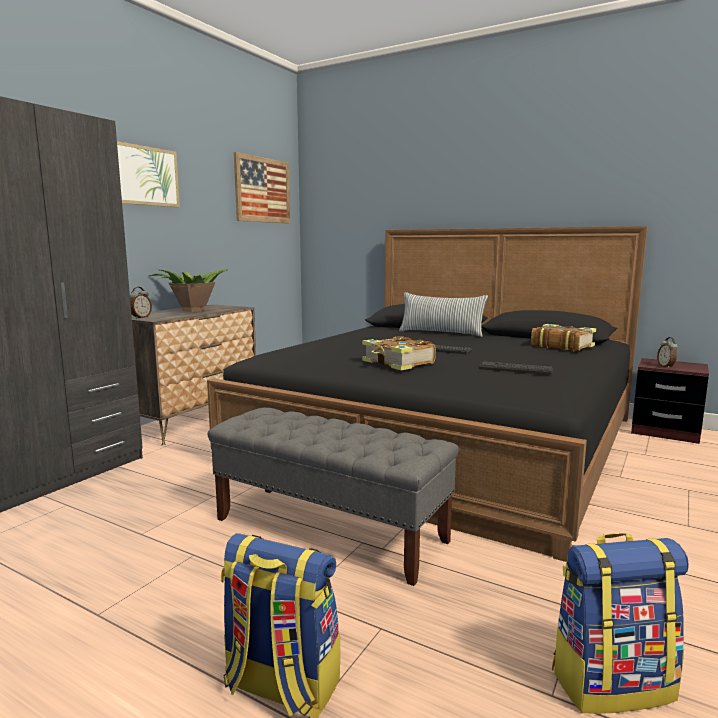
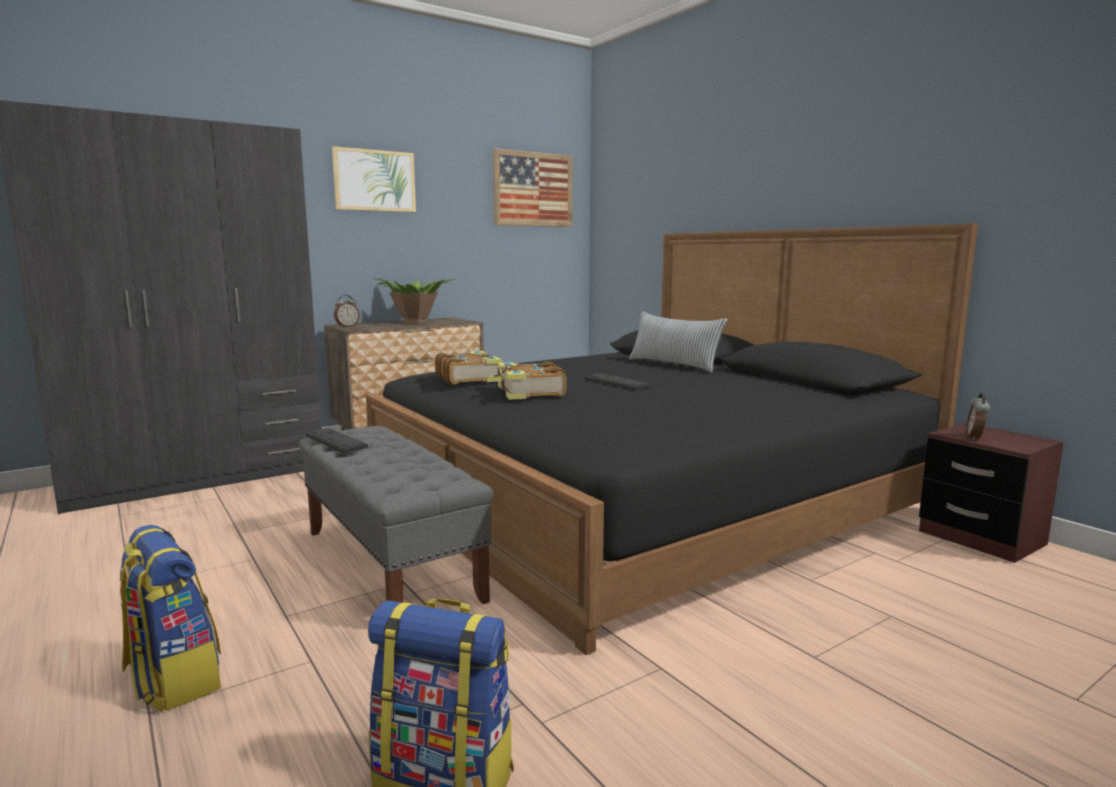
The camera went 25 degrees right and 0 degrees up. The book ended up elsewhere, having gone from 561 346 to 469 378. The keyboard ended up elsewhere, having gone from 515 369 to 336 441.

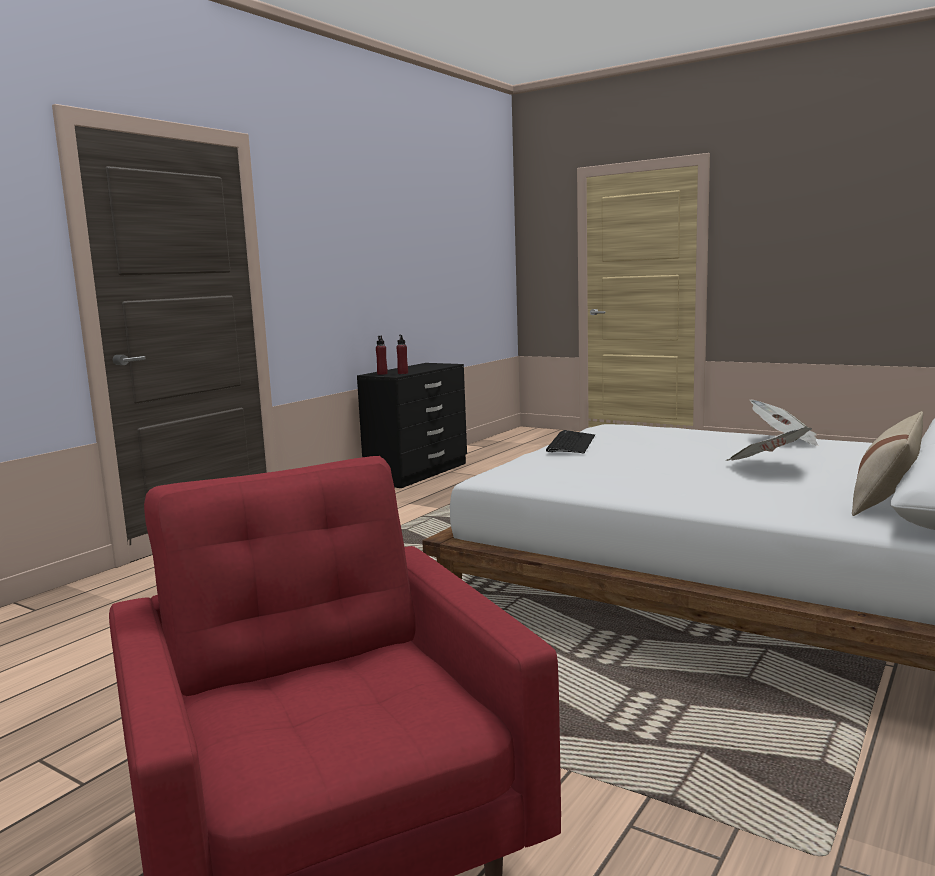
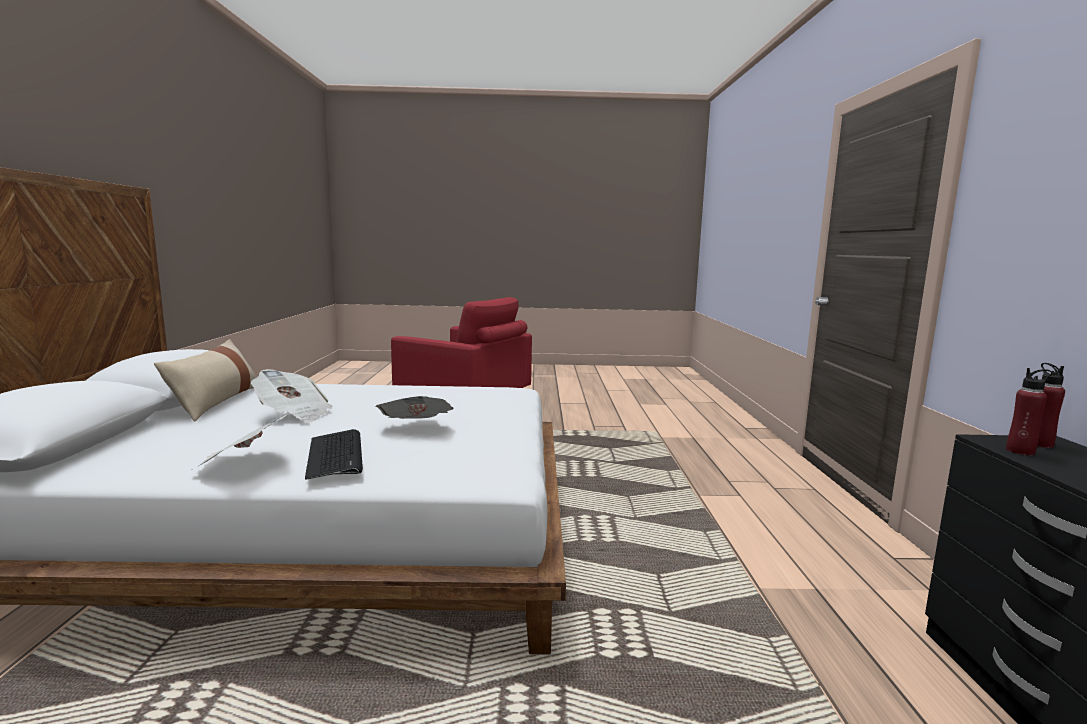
The camera went 145 degrees right and 0 degrees up. The keyboard ended up elsewhere, having gone from 570 444 to 336 455. The second view gained the newspaper at 416 429.

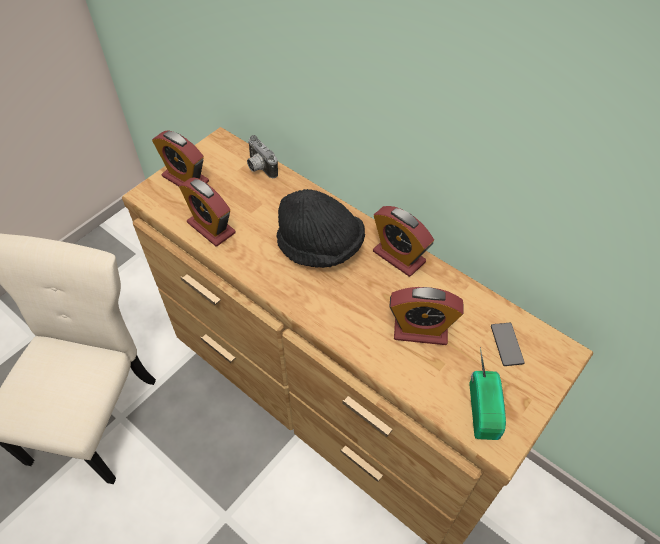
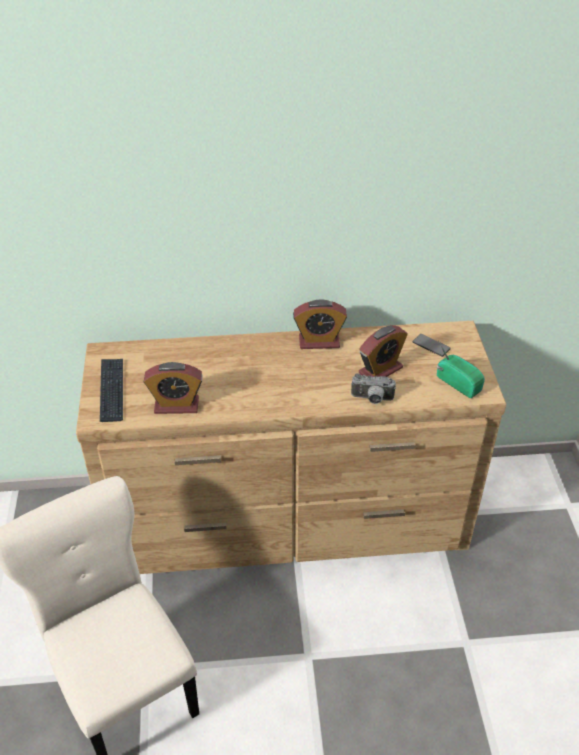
The camera went 45 degrees left and 10 degrees down. Where the alarm clock stood at 185 179, the keyboard came to stand at 112 390. The photo camera ended up elsewhere, having gone from 259 168 to 372 399. The second view lost the black hat at 320 247.

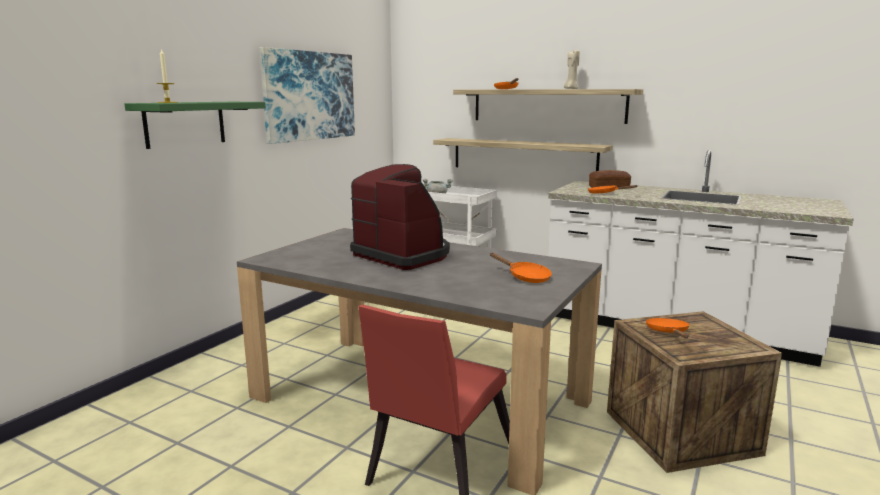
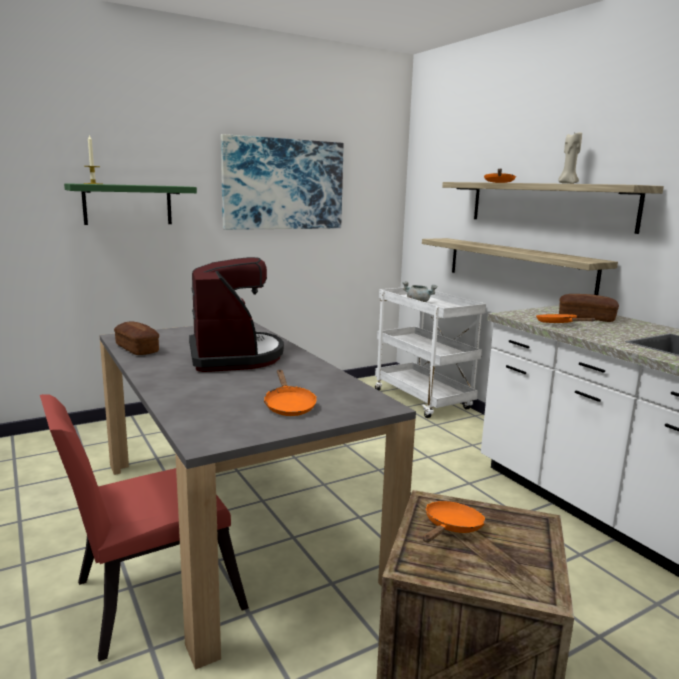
The camera went 30 degrees right and 0 degrees up. The second view gained the bread at 137 349.

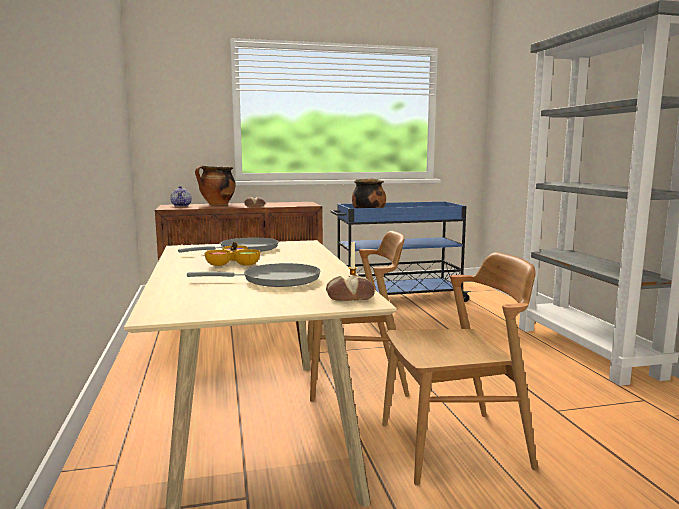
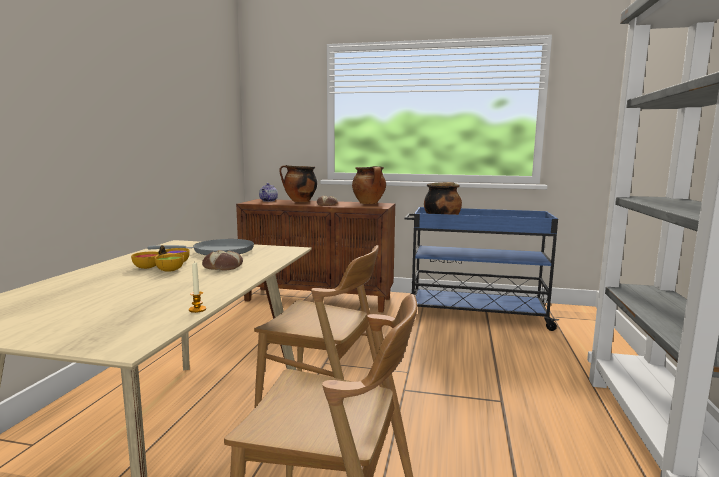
The camera went 25 degrees right and 0 degrees up. The second view lost the grey frying pan at 275 280. The bread ended up elsewhere, having gone from 349 296 to 223 266. The second view gained the cooking pot at 369 203.

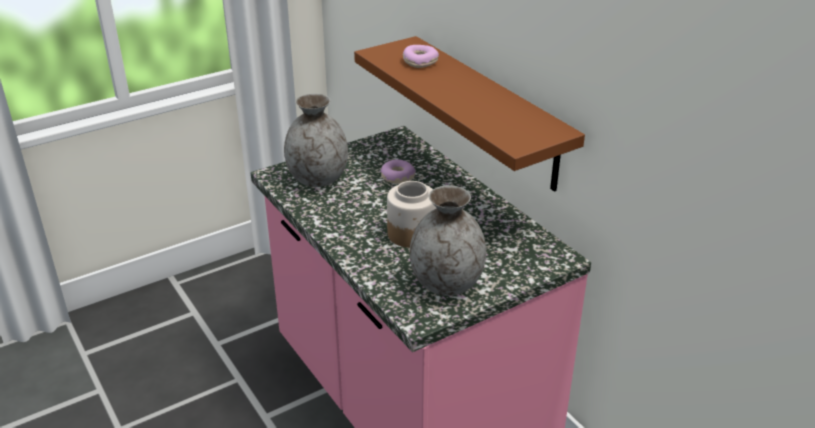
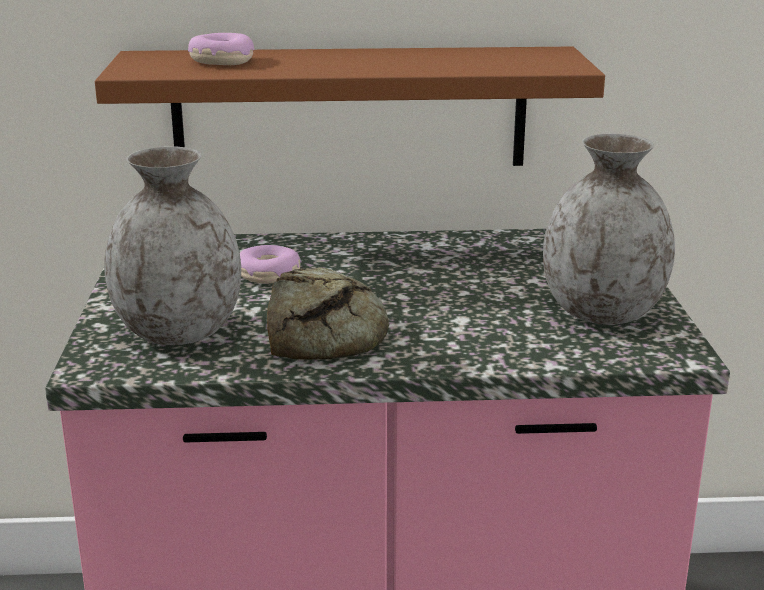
The camera went 60 degrees left and 10 degrees down. The second view lost the jar at 411 234. The second view gained the bread at 325 331.

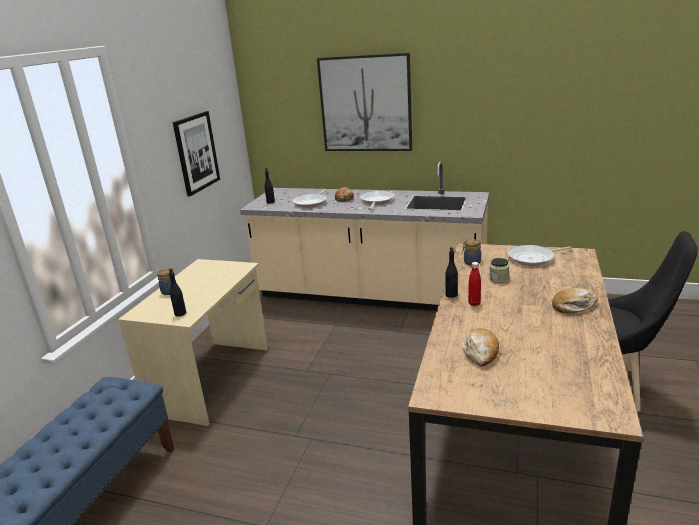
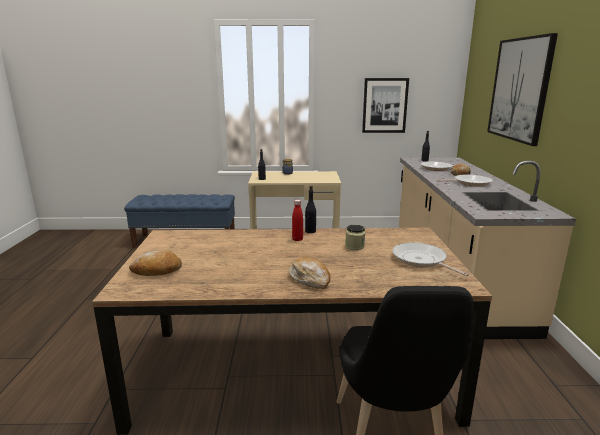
The camera went 70 degrees right and 5 degrees down. The second view lost the jar at 471 262. The bread ended up elsewhere, having gone from 480 352 to 157 270.

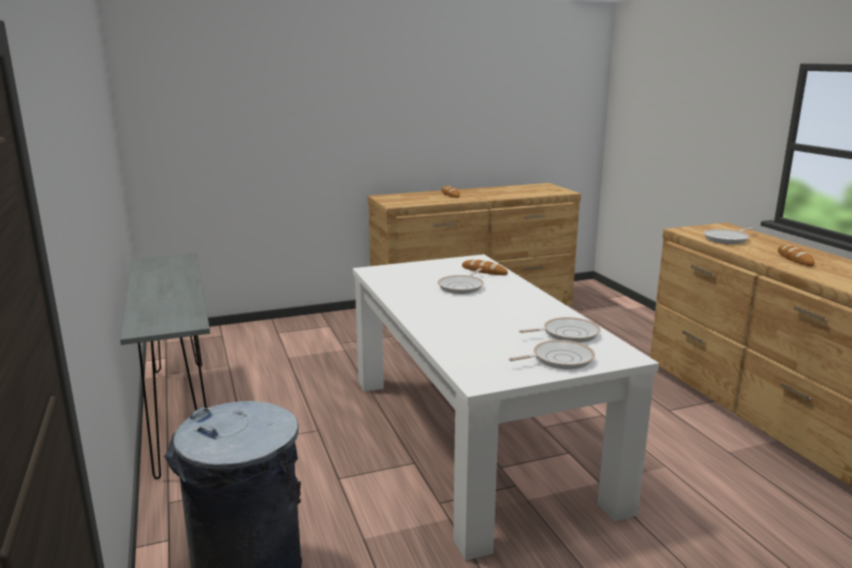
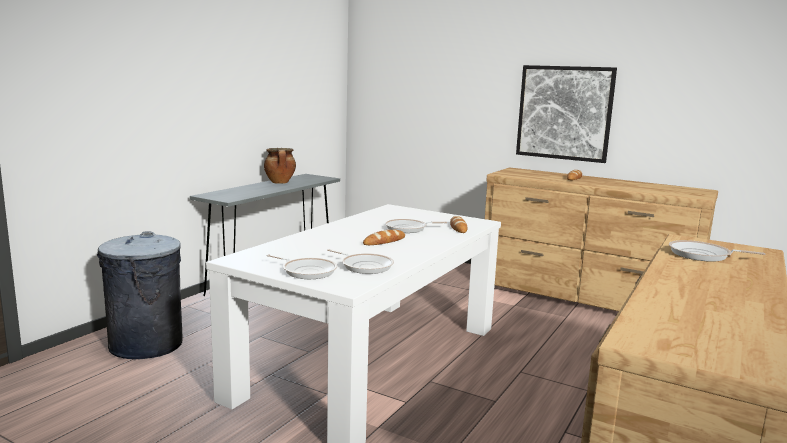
The camera went 50 degrees right and 5 degrees down. The bread ended up elsewhere, having gone from 794 259 to 384 241. The second view gained the picture at 564 113. The second view gained the cooking pot at 280 182.

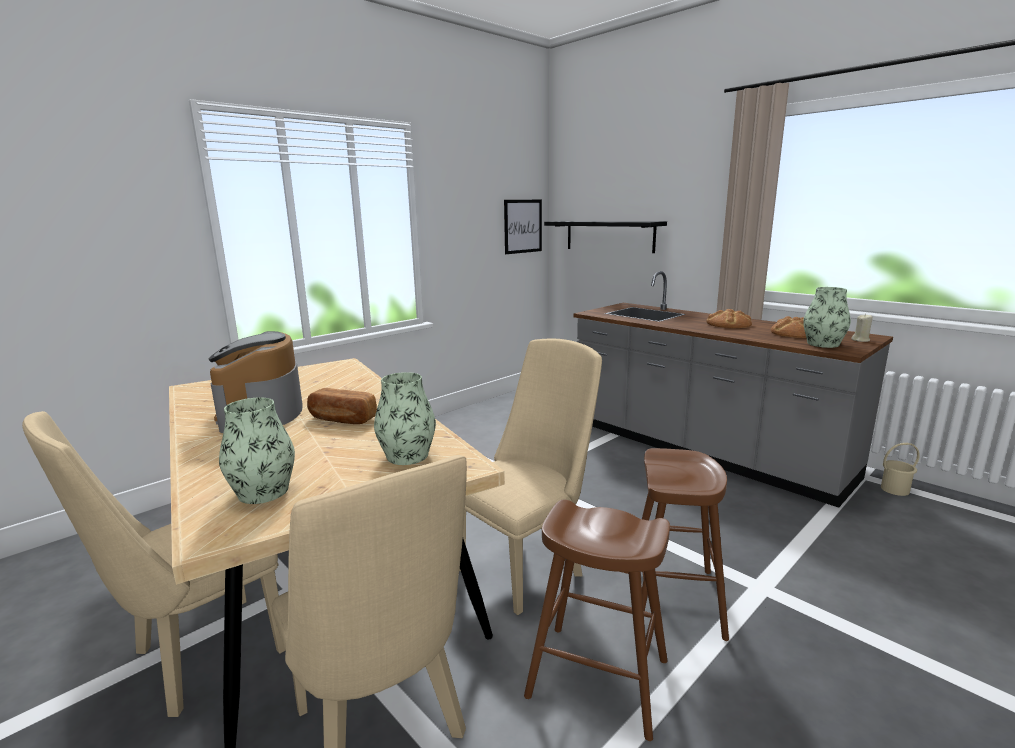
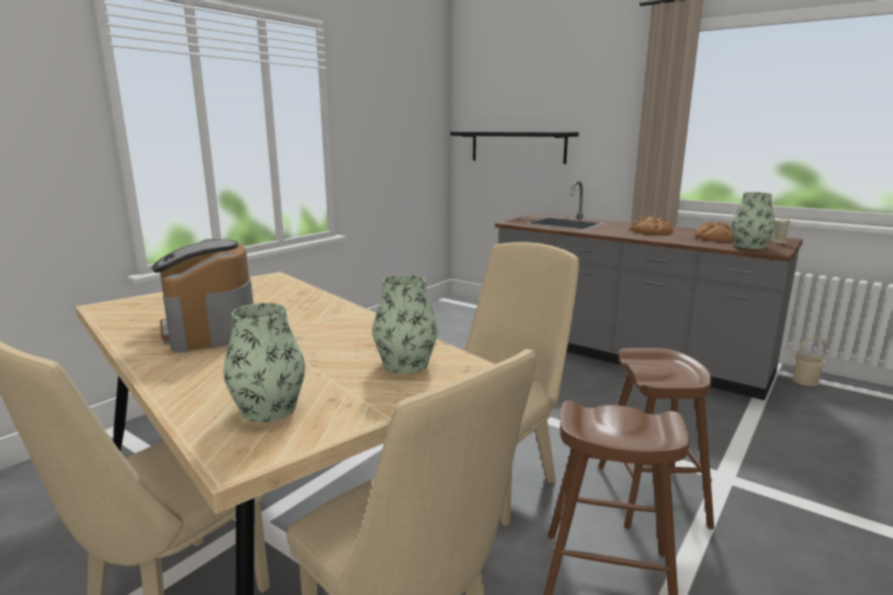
The camera went 10 degrees left and 0 degrees up. The second view lost the picture at 523 226. The second view lost the bread at 342 419.

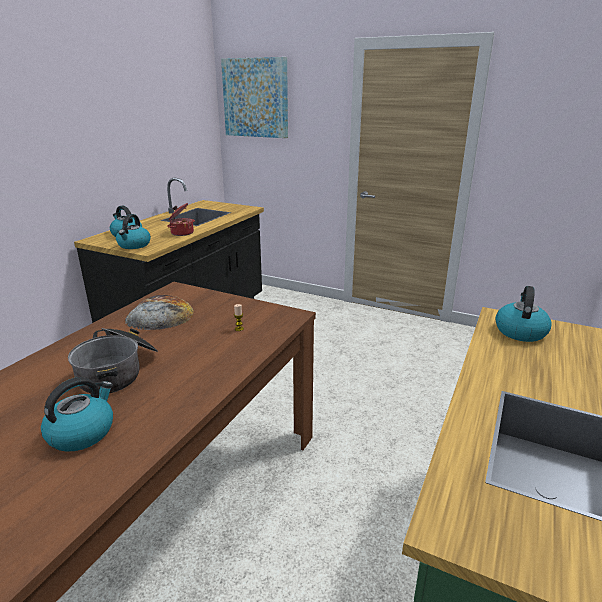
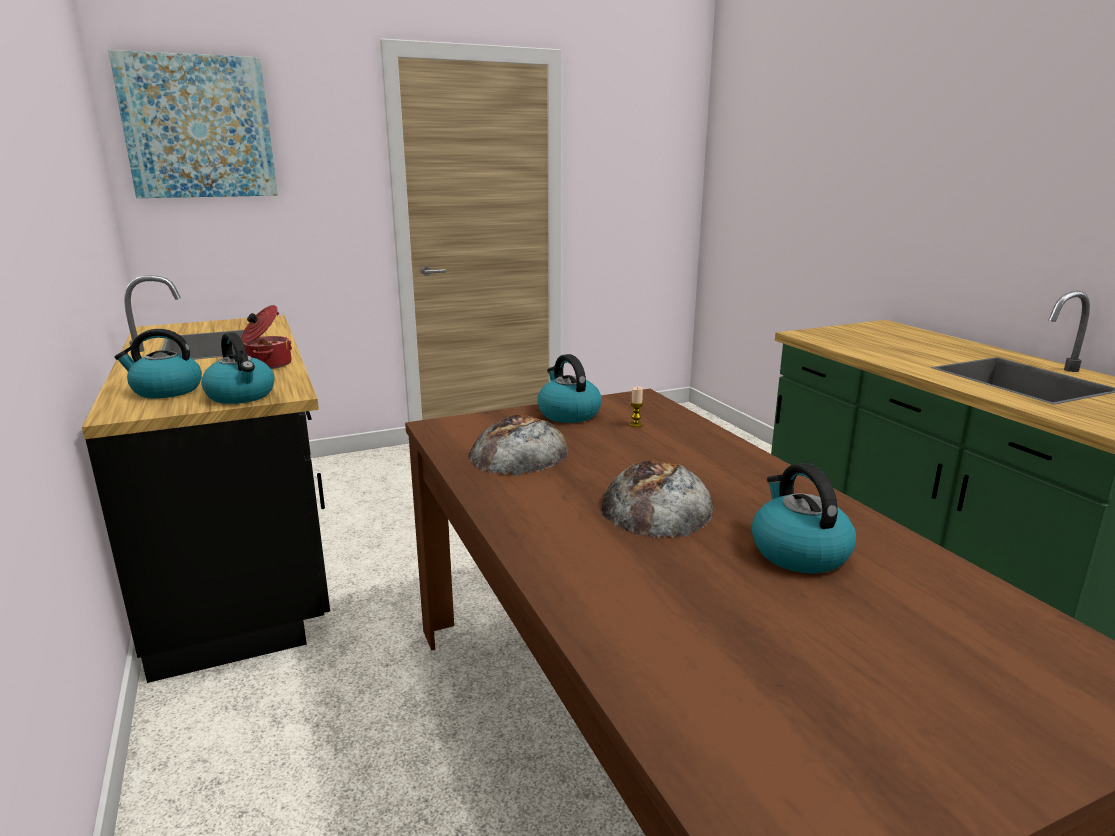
The camera went 50 degrees left and 5 degrees down. The kettle ended up elsewhere, having gone from 520 331 to 568 414. Where the cooking pot stood at 118 371, the bread came to stand at 656 505.

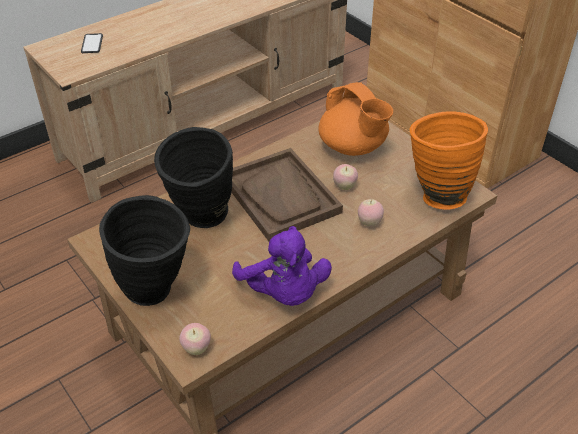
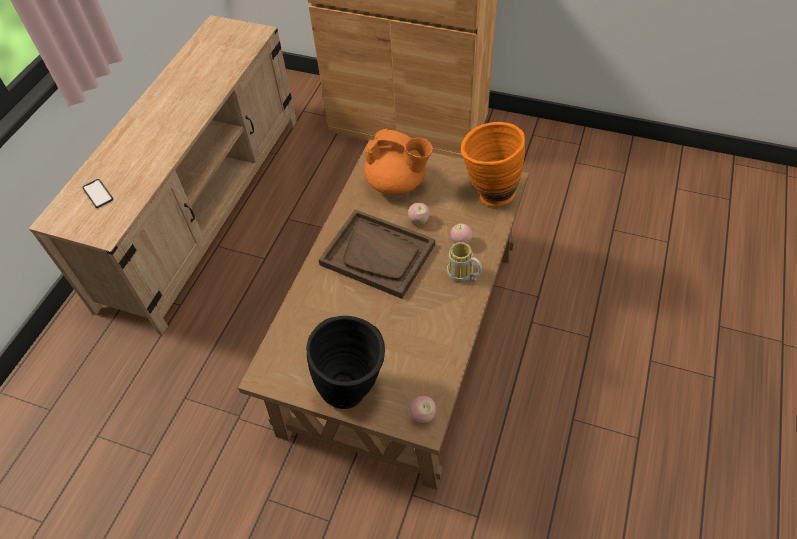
The camera went 30 degrees left and 10 degrees up. The second view lost the black vase at 201 220. The second view lost the purple plush toy at 283 293. The second view gained the mug at 462 276.

